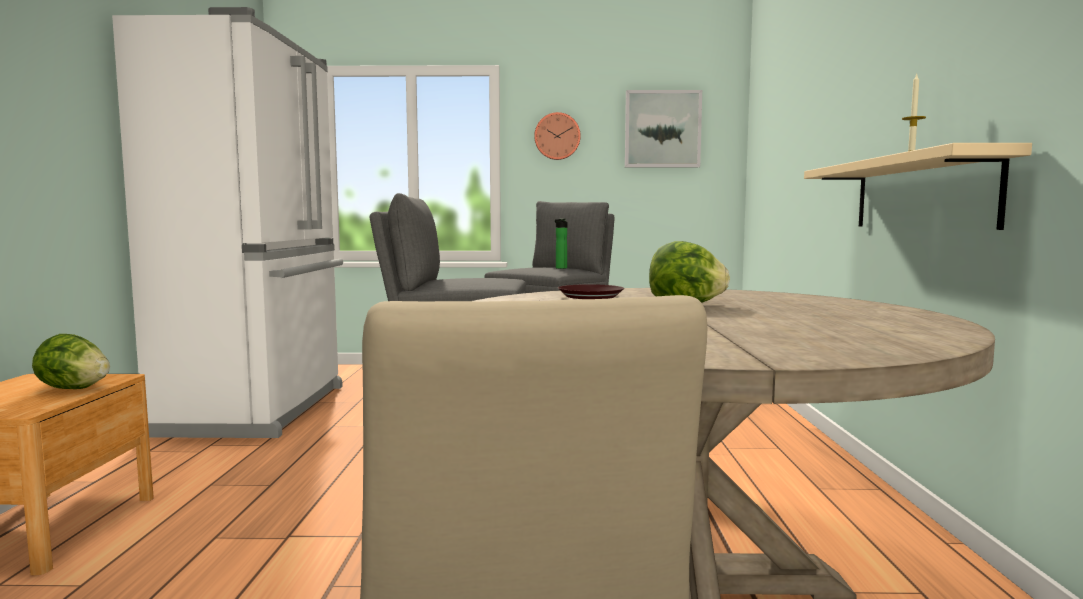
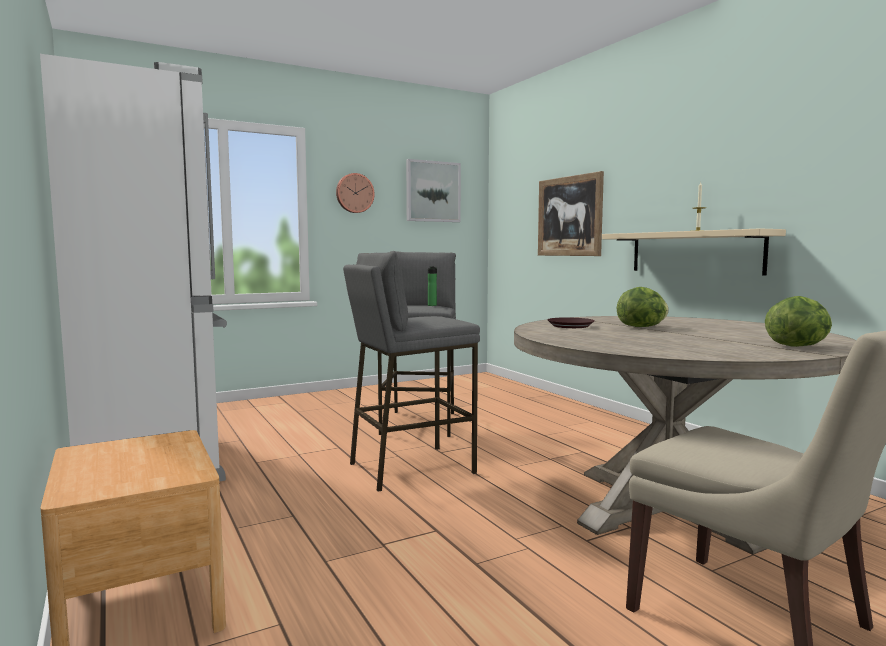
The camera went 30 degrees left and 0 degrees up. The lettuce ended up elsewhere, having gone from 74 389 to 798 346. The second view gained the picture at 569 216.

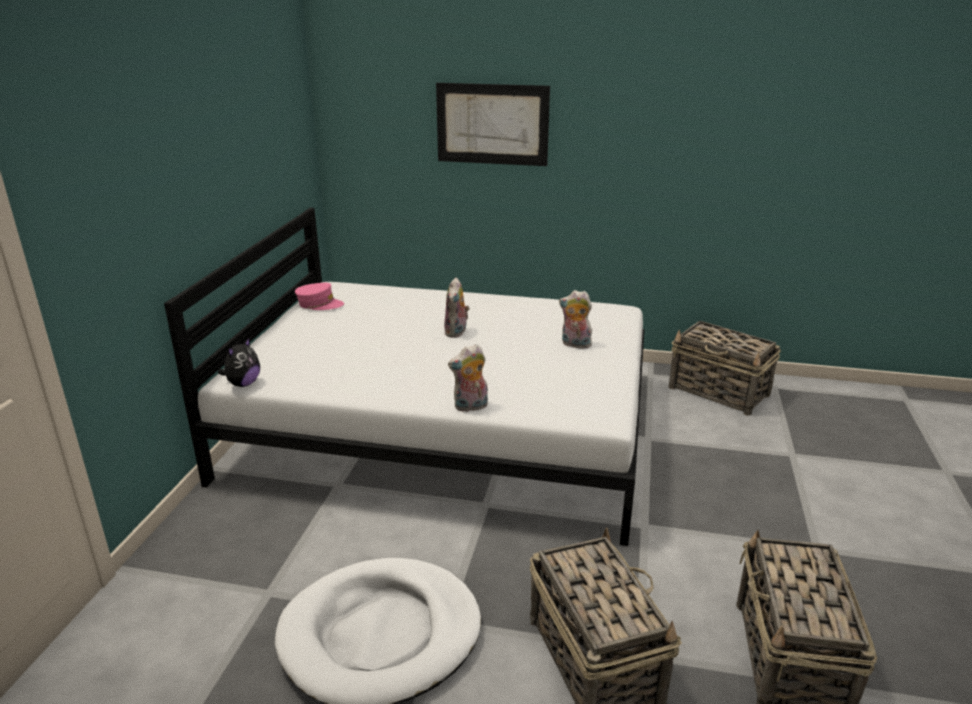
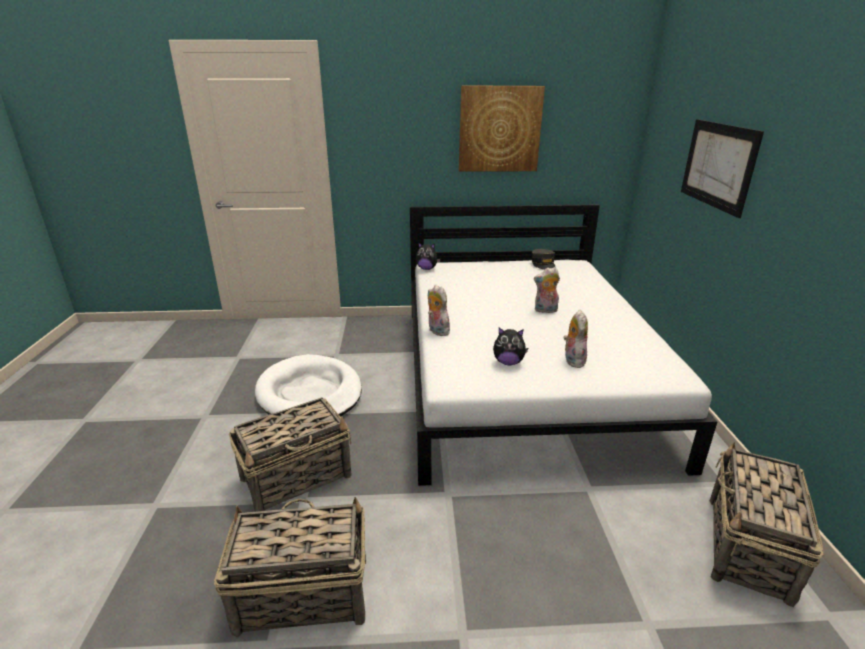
The camera went 75 degrees right and 0 degrees up. What was the pink cap at 319 304 turned into the grey cap at 543 264. The second view gained the picture at 499 129. The second view gained the plush toy at 508 362.

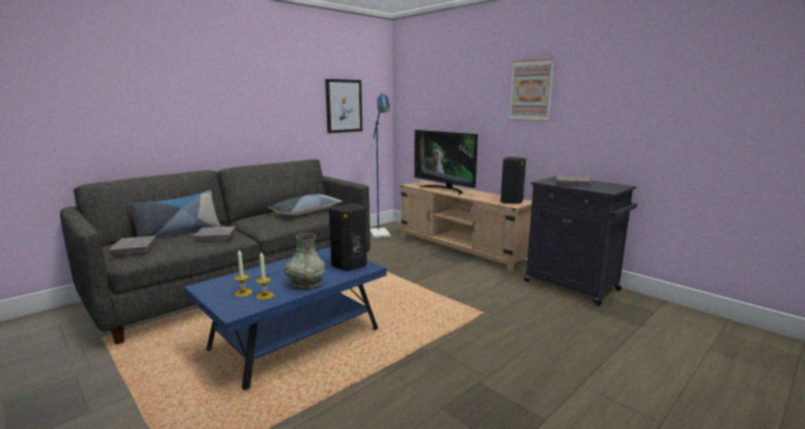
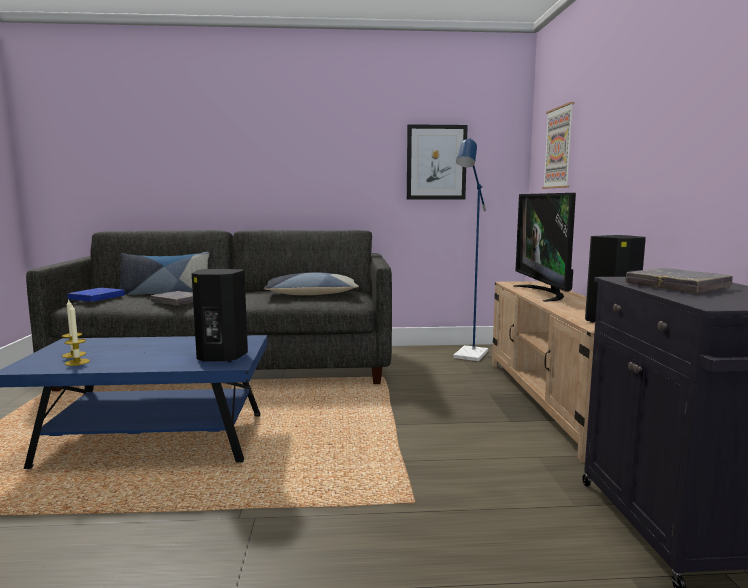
The camera went 40 degrees right and 5 degrees down. The picture ended up elsewhere, having gone from 531 90 to 559 148. The second view lost the grey vase at 306 283. What was the grey book at 134 248 turned into the blue book at 97 298.

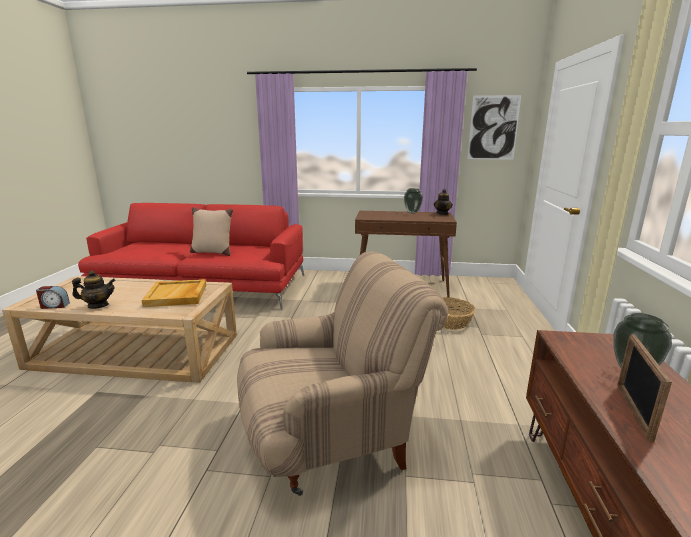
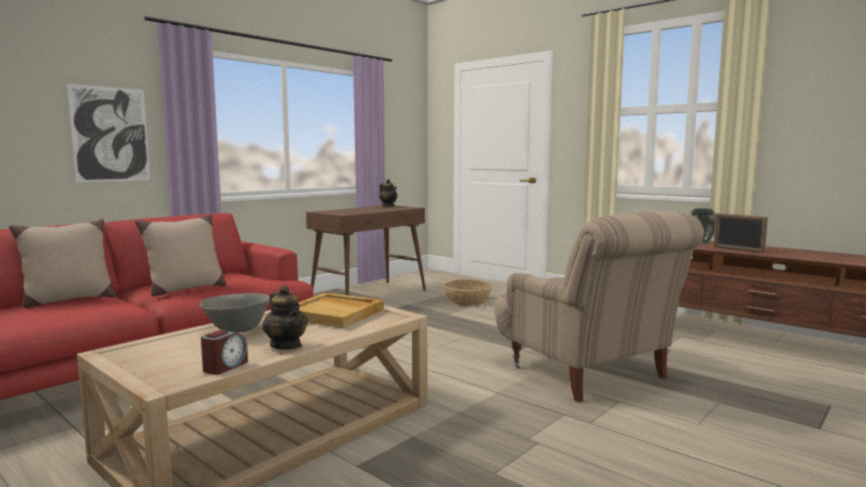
The camera went 55 degrees left and 10 degrees down. The picture ended up elsewhere, having gone from 493 128 to 110 134. The second view lost the vase at 412 212. The beige armchair at 331 436 ended up facing another way, 135 degrees clockwise from before. The teapot at 98 305 ended up facing another way, 120 degrees clockwise from before. The second view gained the beige pillow at 68 300. The second view gained the grey bowl at 237 331.

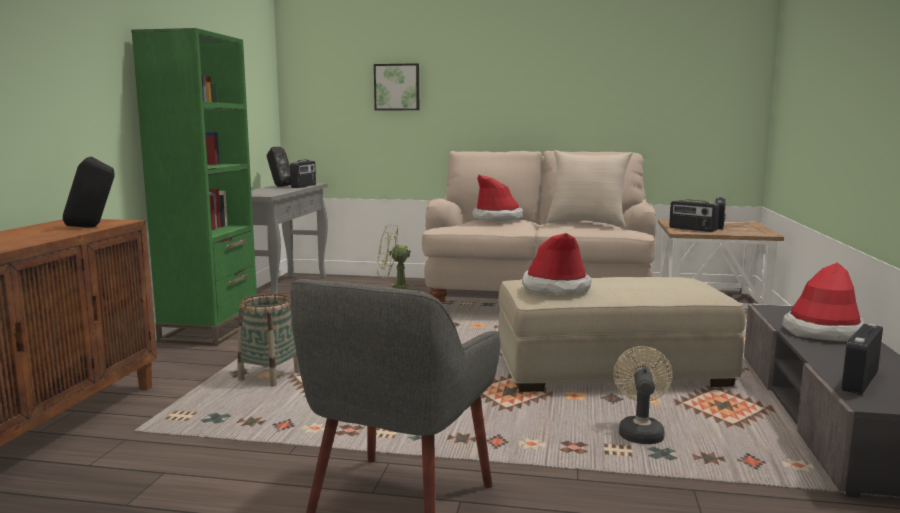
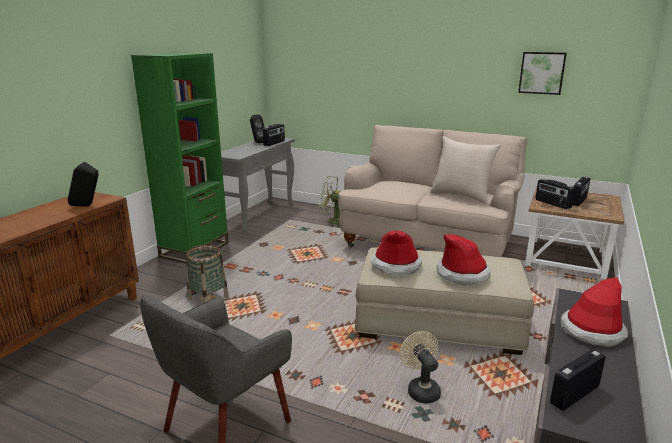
The camera went 15 degrees right and 10 degrees up. The picture ended up elsewhere, having gone from 397 87 to 542 73. The hat ended up elsewhere, having gone from 497 218 to 462 274. The beige fan at 640 432 ended up facing another way, 45 degrees counterclockwise from before.

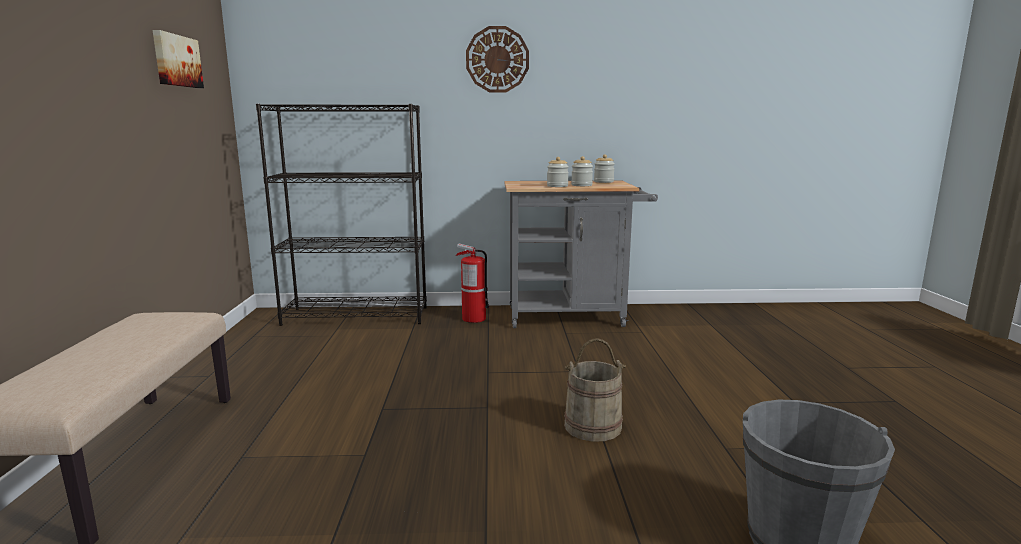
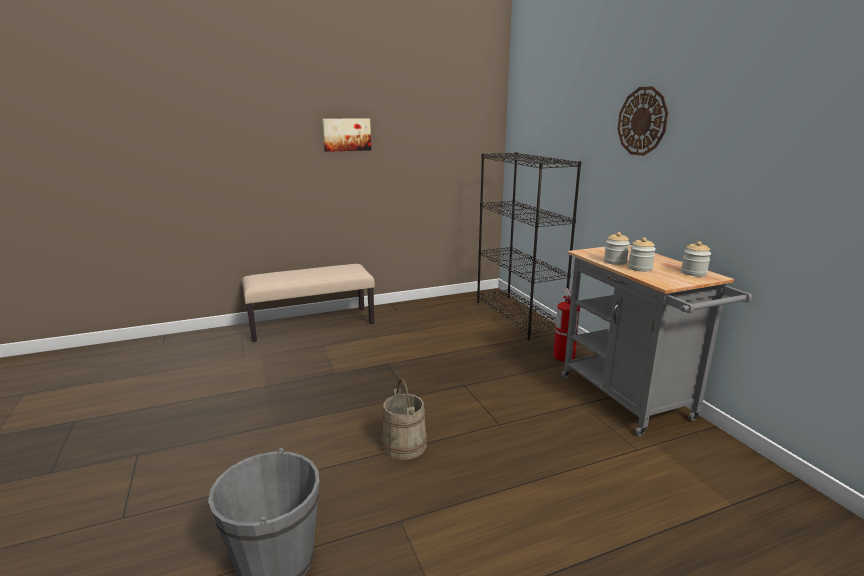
The camera went 70 degrees right and 5 degrees up. The picture ended up elsewhere, having gone from 176 61 to 346 134.

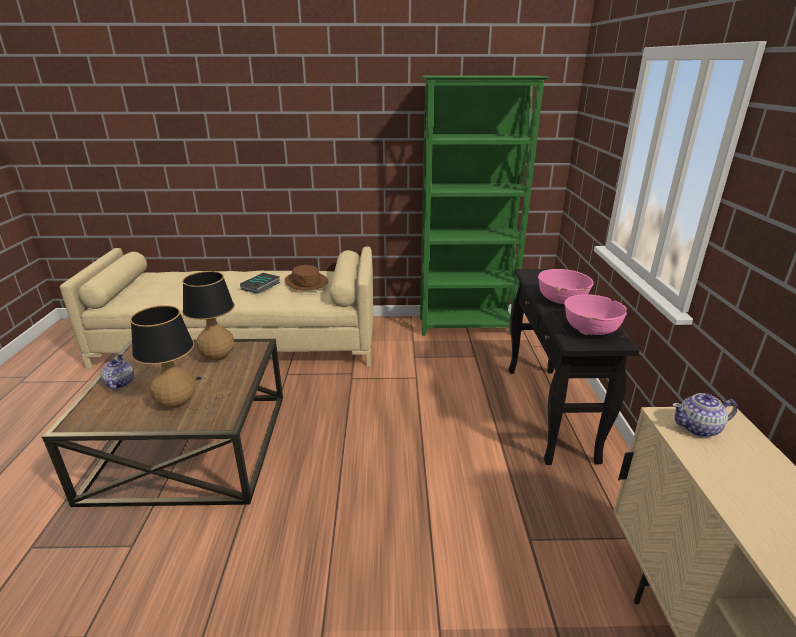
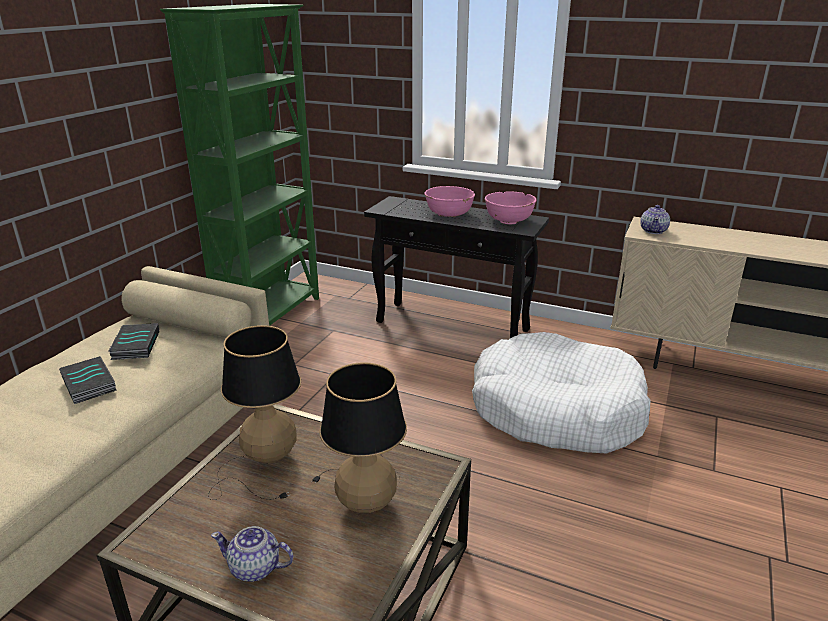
The camera went 65 degrees left and 0 degrees up. Where the brown hat stood at 306 282, the book came to stand at 135 345. The second view gained the white dog bed at 556 410.

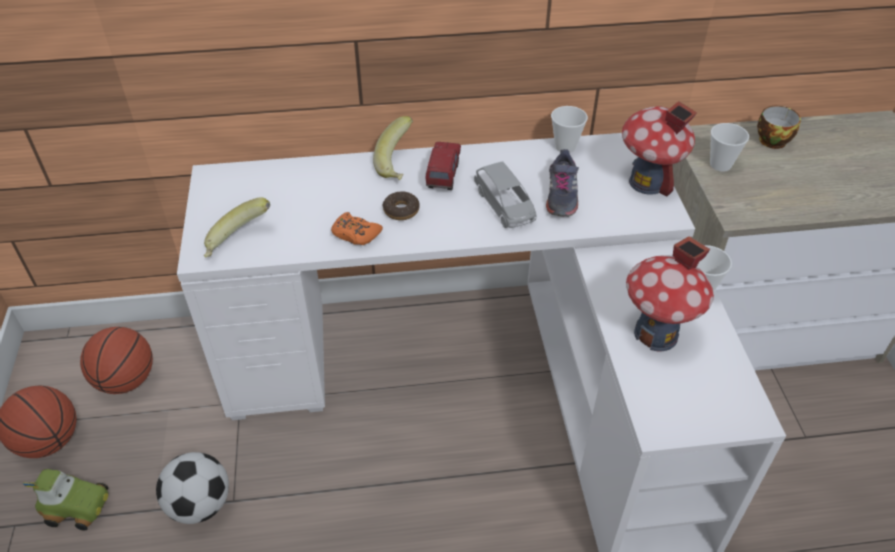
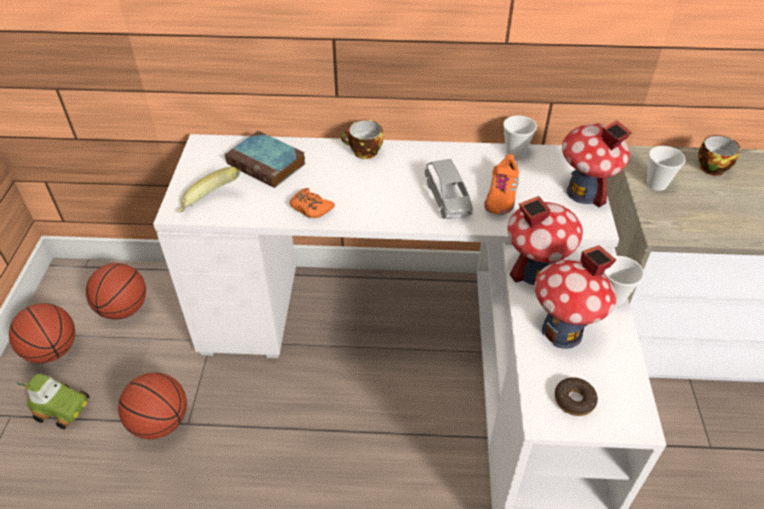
The camera went 10 degrees right and 0 degrees up. Where the banana stood at 399 164, the cup came to stand at 363 152. The second view lost the toy truck at 443 177. What was the grey shoe at 561 196 turned into the orange shoe at 501 195. The donut ended up elsewhere, having gone from 401 210 to 574 400. Where the football stood at 200 504, the basketball came to stand at 160 422. The second view gained the book at 268 164. The second view gained the toy house at 534 271.

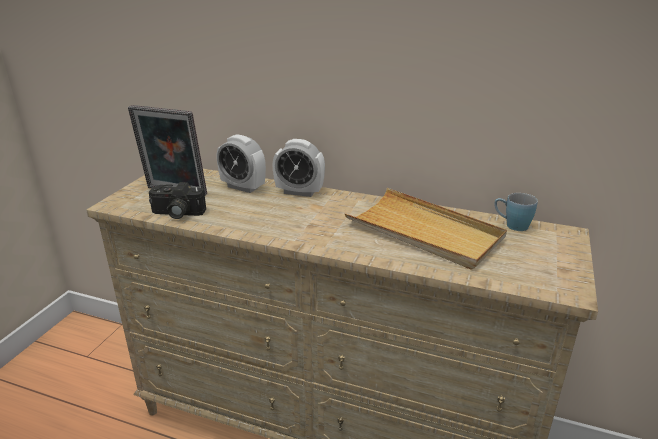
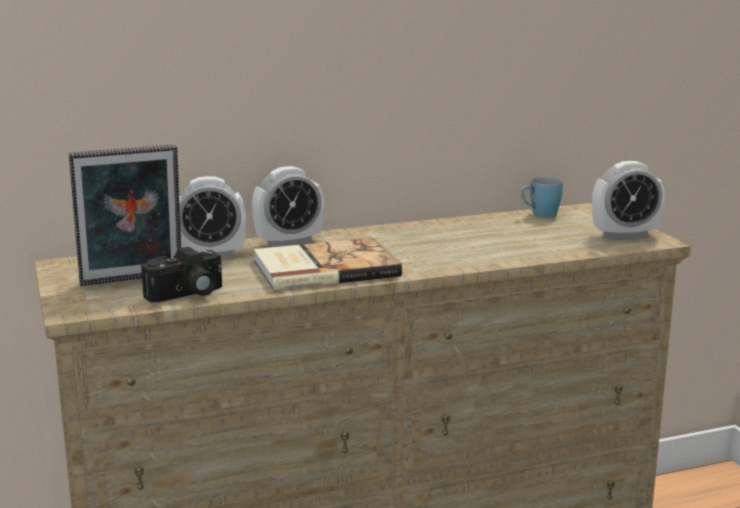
The camera went 40 degrees left and 10 degrees down. The second view lost the beige tray at 424 232. The second view gained the alarm clock at 625 235. The second view gained the book at 324 268.

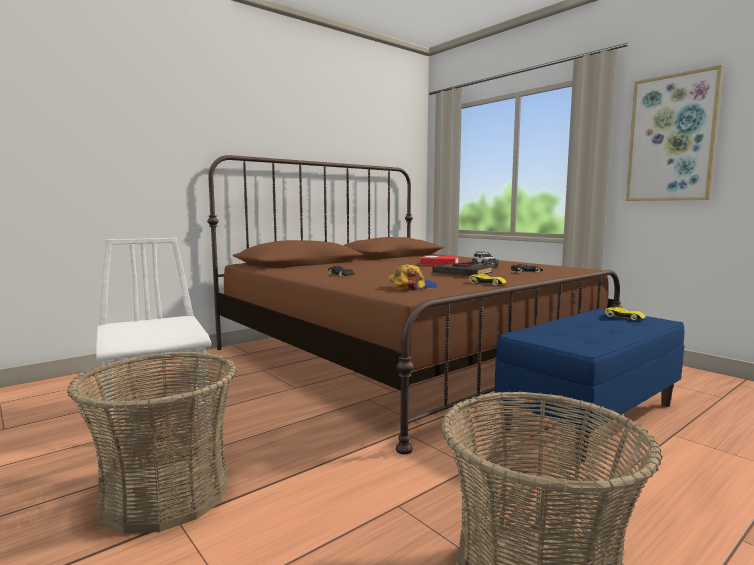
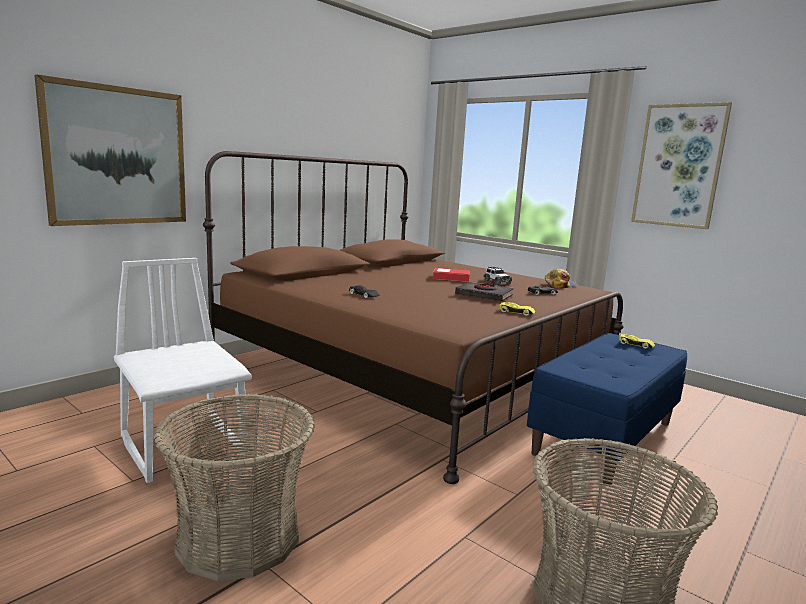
The camera went 10 degrees left and 5 degrees up. The cap ended up elsewhere, having gone from 412 287 to 560 285. The second view gained the picture at 117 156.

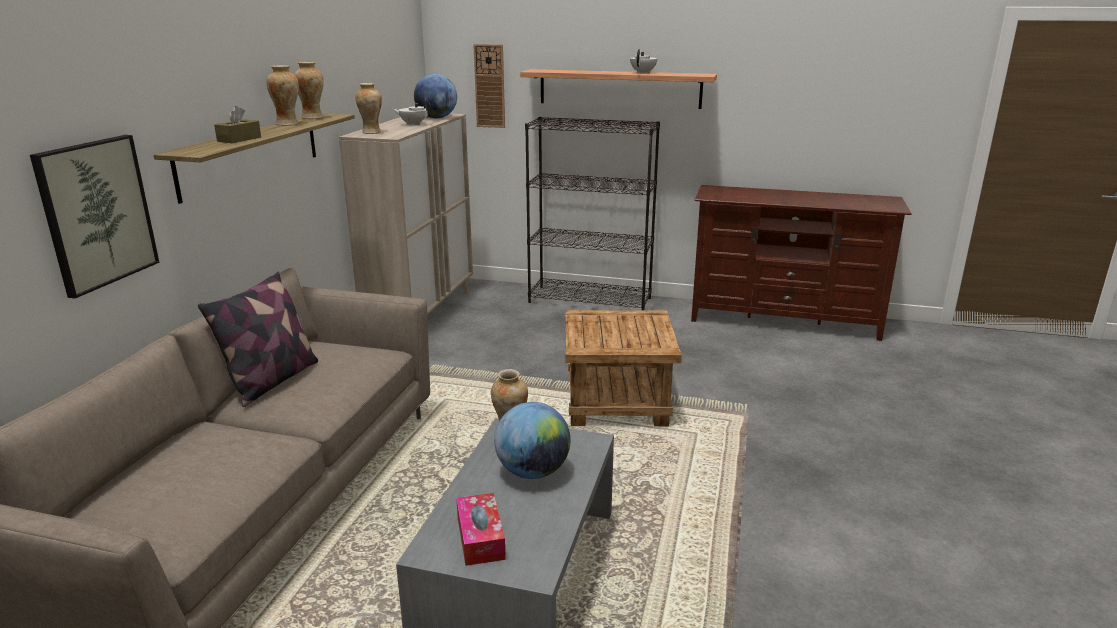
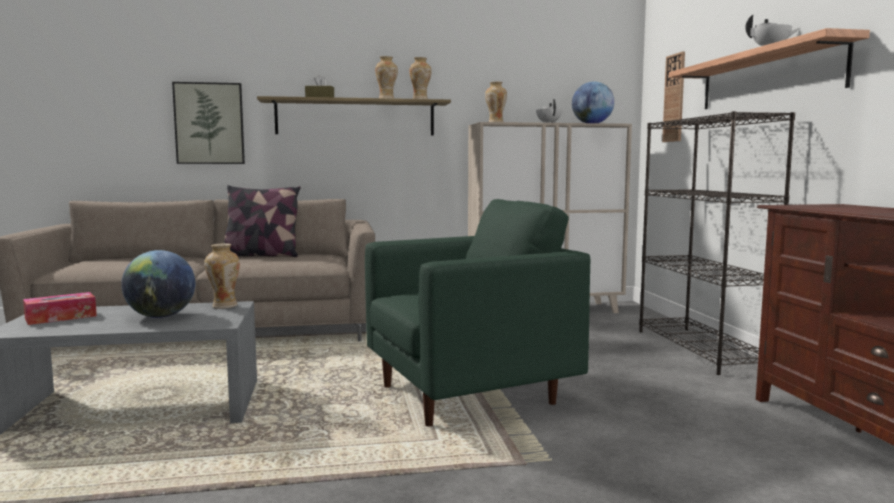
The camera went 65 degrees right and 15 degrees down. Where the brown side table stood at 617 402, the green armchair came to stand at 469 395.

